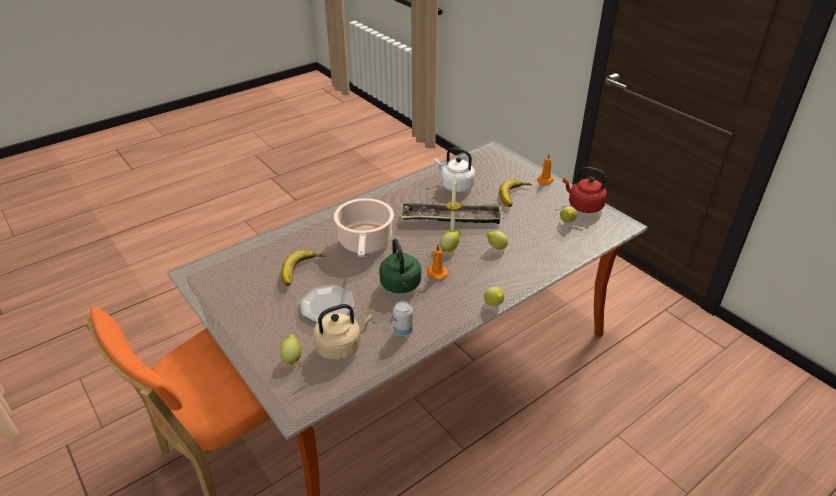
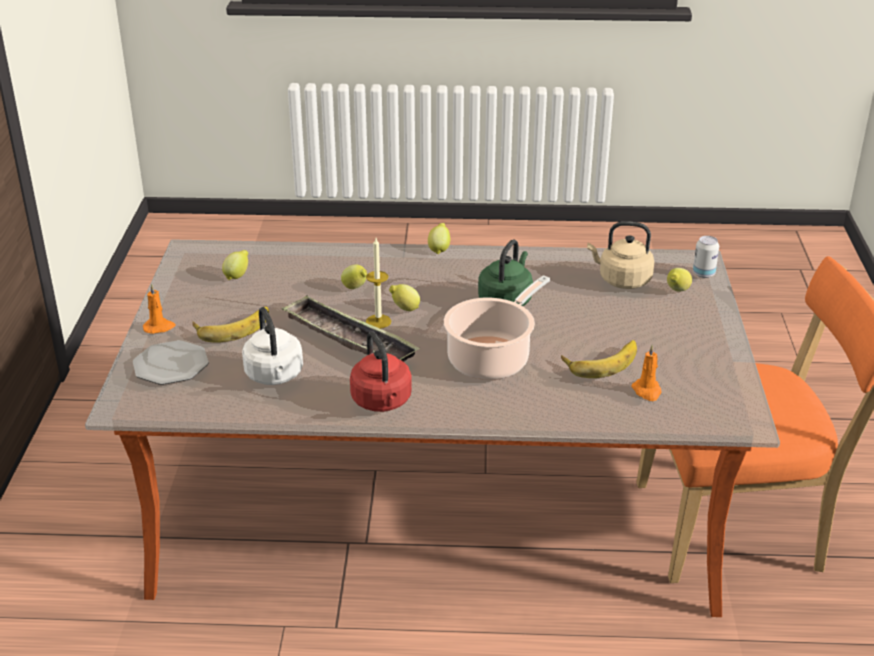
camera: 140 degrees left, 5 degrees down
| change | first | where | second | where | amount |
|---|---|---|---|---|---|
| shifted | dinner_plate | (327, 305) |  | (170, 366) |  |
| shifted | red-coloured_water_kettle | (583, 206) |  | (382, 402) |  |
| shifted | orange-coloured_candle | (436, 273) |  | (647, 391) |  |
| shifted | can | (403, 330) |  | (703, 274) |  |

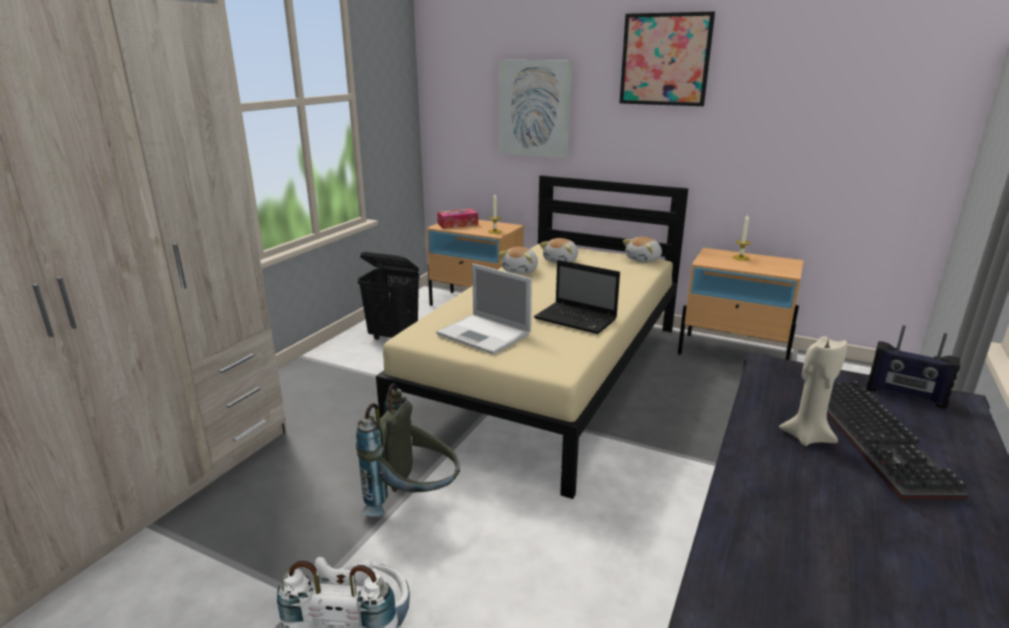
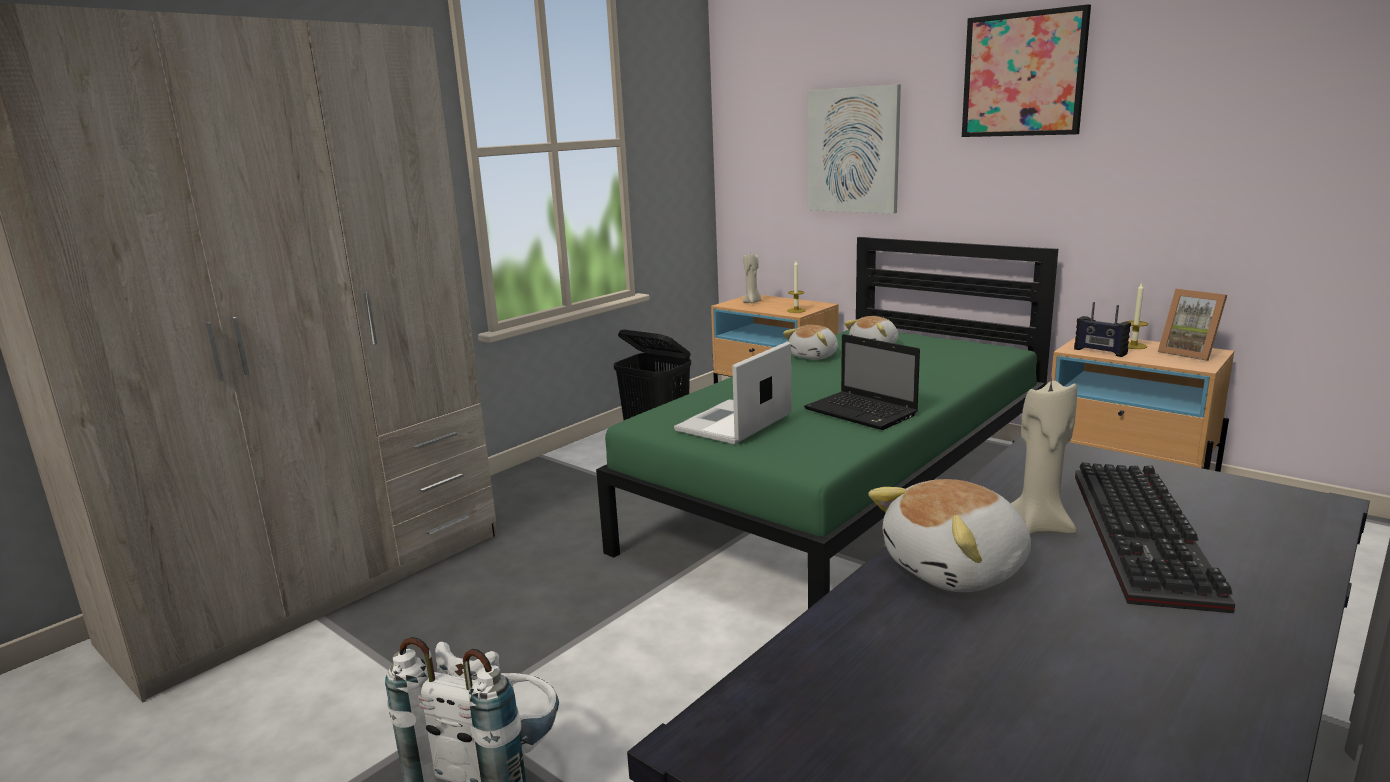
camera: 15 degrees right, 5 degrees down
| change | first | where | second | where | amount |
|---|---|---|---|---|---|
| repainted | beige_bedroom_bed | (551, 376) | green_bedroom_bed | (845, 497) |  |
| rotated | portable_computer | (485, 334) |  | (733, 424) | 75 degrees clockwise |
| swapped | tissue_holder | (457, 224) | beige_candle | (752, 302) |  |
| shifted | plush_toy | (644, 260) |  | (957, 570) |  |
| shifted | radio | (905, 395) |  | (1100, 351) |  |
| new |  |  | picture_frame | (1190, 353) |  |
| gone | greyish_knapsack | (414, 502) |  |  |  |

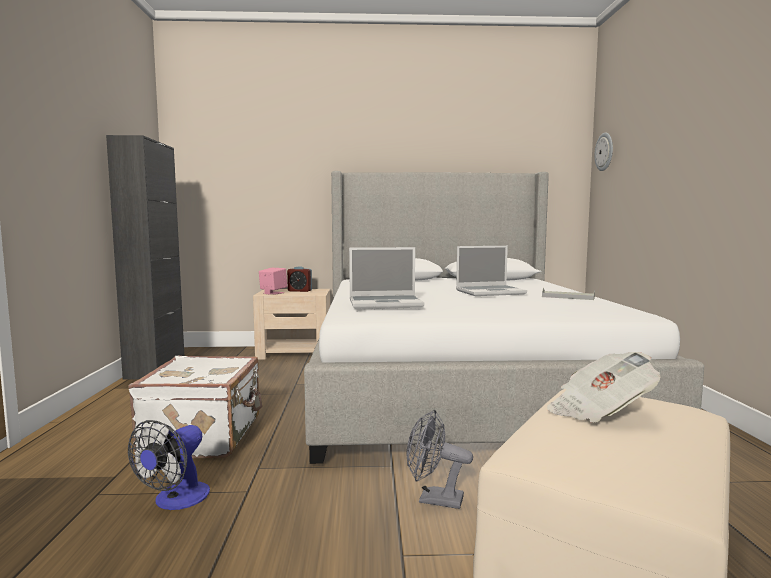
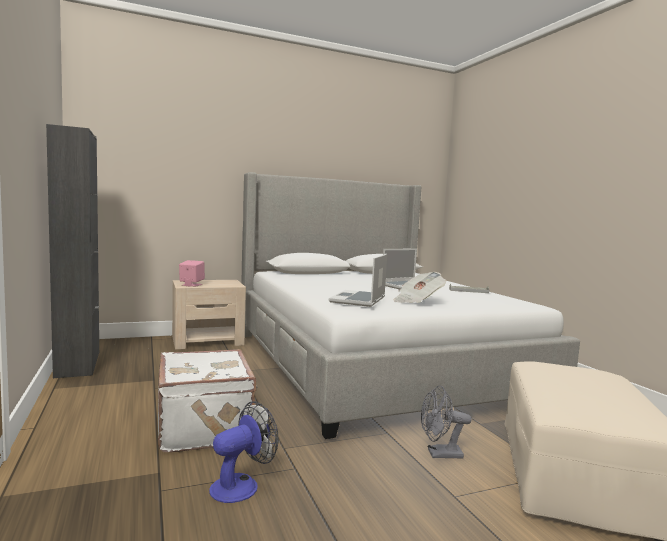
camera: 20 degrees left, 0 degrees up
| change | first | where | second | where | amount |
|---|---|---|---|---|---|
| rotated | electric_fan | (175, 501) |  | (241, 485) | 135 degrees counterclockwise |
| rotated | portable_computer | (386, 304) |  | (358, 300) | 135 degrees clockwise |
| shifted | daily_paper | (598, 411) |  | (417, 301) |  |
| gone | alarm_clock | (299, 291) |  |  |  |
| gone | hanging_clock | (604, 152) |  |  |  |

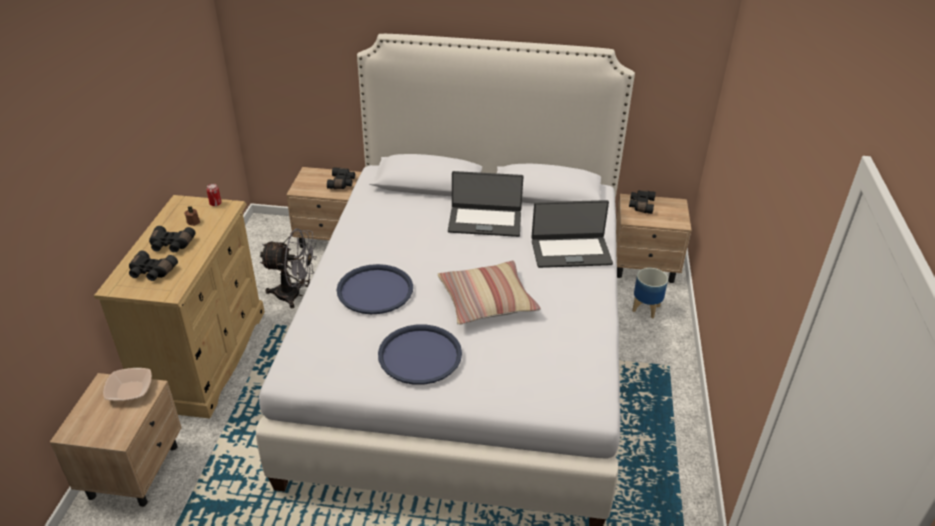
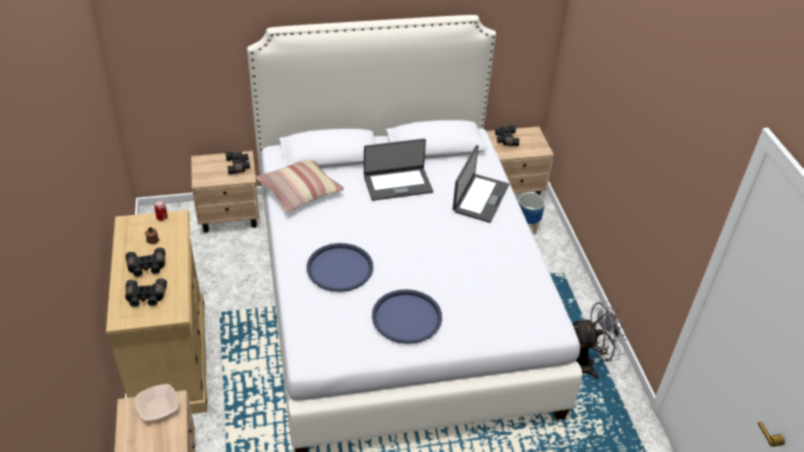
camera: 20 degrees left, 5 degrees up
| change | first | where | second | where | amount |
|---|---|---|---|---|---|
| shifted | throw_pillow | (487, 301) |  | (300, 190) |  |
| rotated | portable_computer | (570, 252) |  | (480, 198) | 45 degrees counterclockwise |
| shifted | greyish_electric_fan | (295, 295) |  | (587, 364) |  |

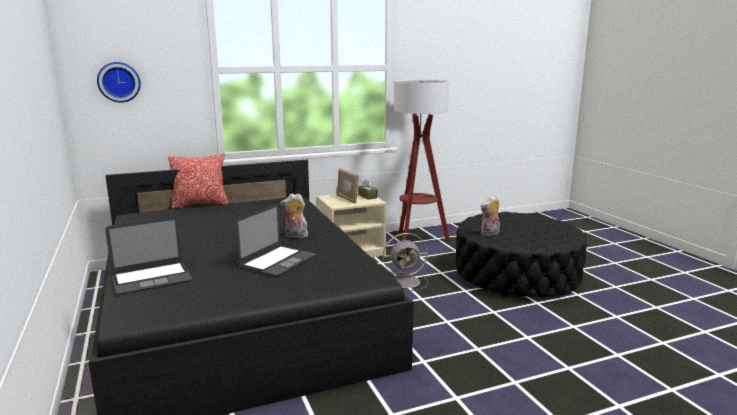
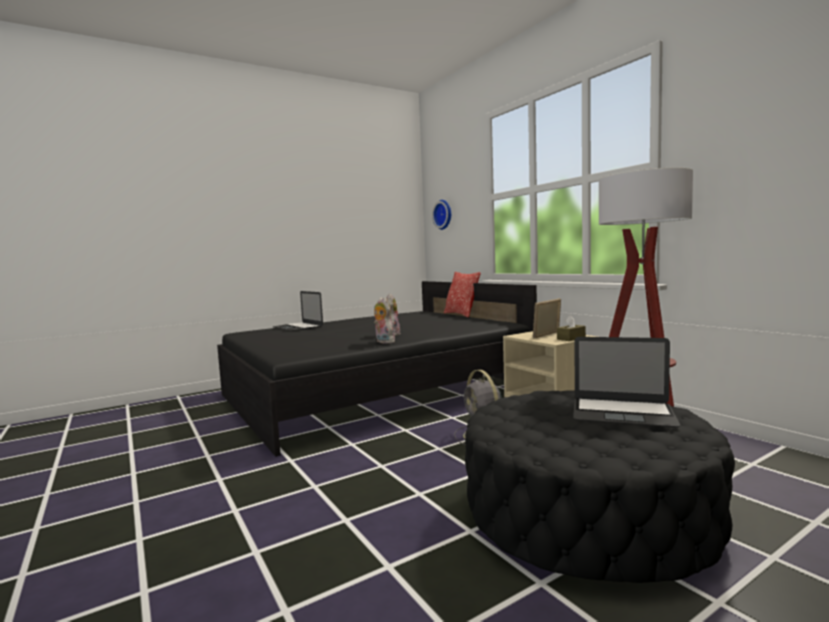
camera: 80 degrees right, 10 degrees down
| change | first | where | second | where | amount |
|---|---|---|---|---|---|
| shifted | plush_toy | (489, 234) |  | (383, 342) |  |
| shifted | portable_computer | (278, 261) |  | (622, 412) |  |

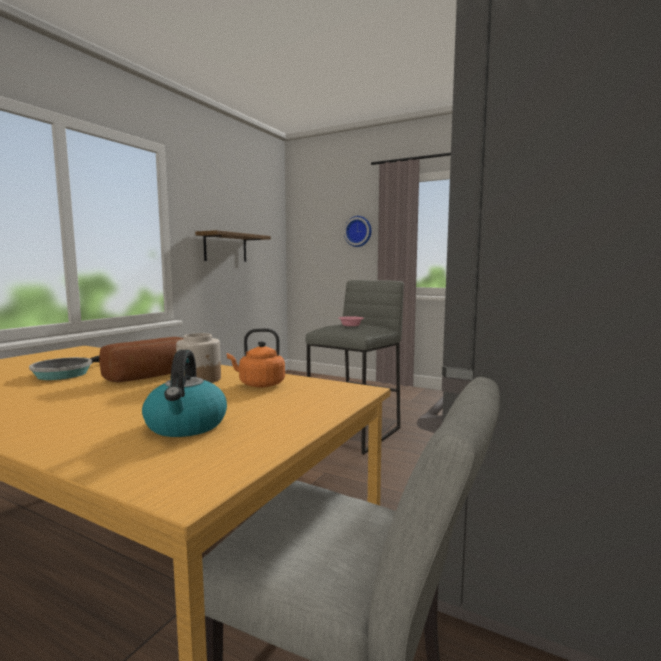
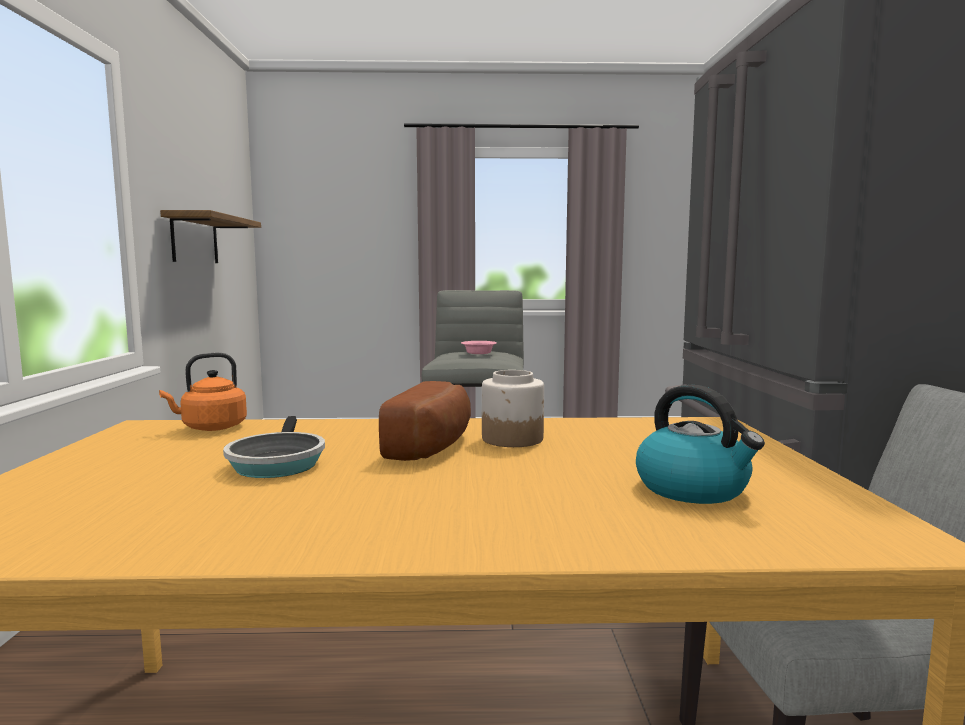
camera: 30 degrees left, 0 degrees up
| change | first | where | second | where | amount |
|---|---|---|---|---|---|
| shifted | orange-coloured_water_kettle | (259, 384) |  | (211, 427) |  |
| gone | hanging_clock | (358, 231) |  |  |  |

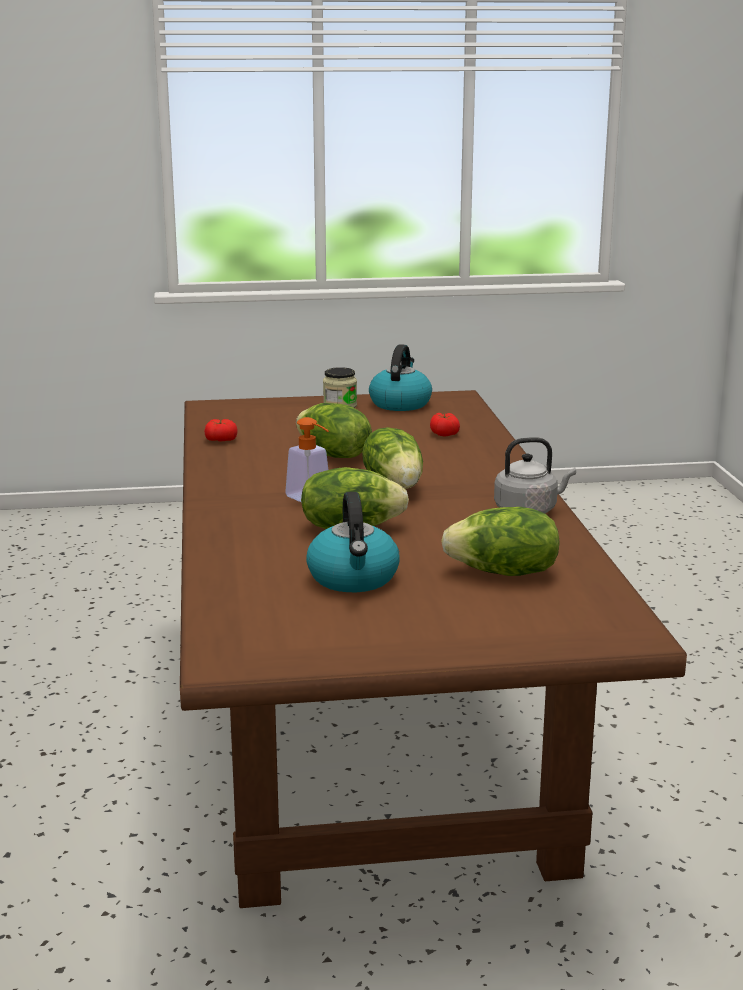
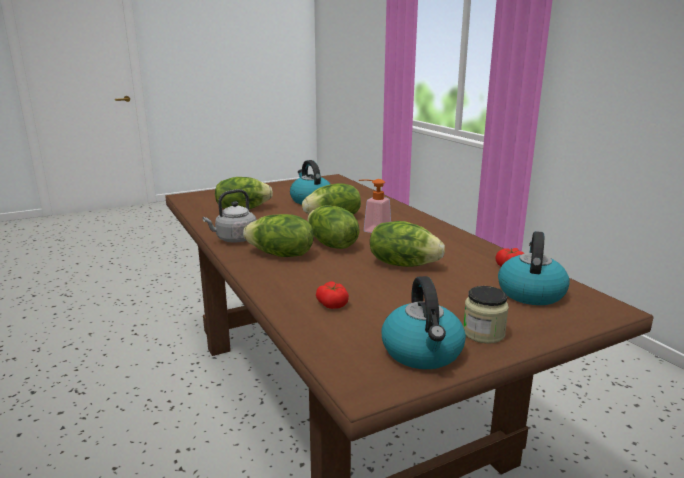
camera: 160 degrees right, 0 degrees up
| change | first | where | second | where | amount |
|---|---|---|---|---|---|
| new |  |  | head_of_lettuce | (281, 255) |  |
| new |  |  | water_kettle | (530, 292) |  |

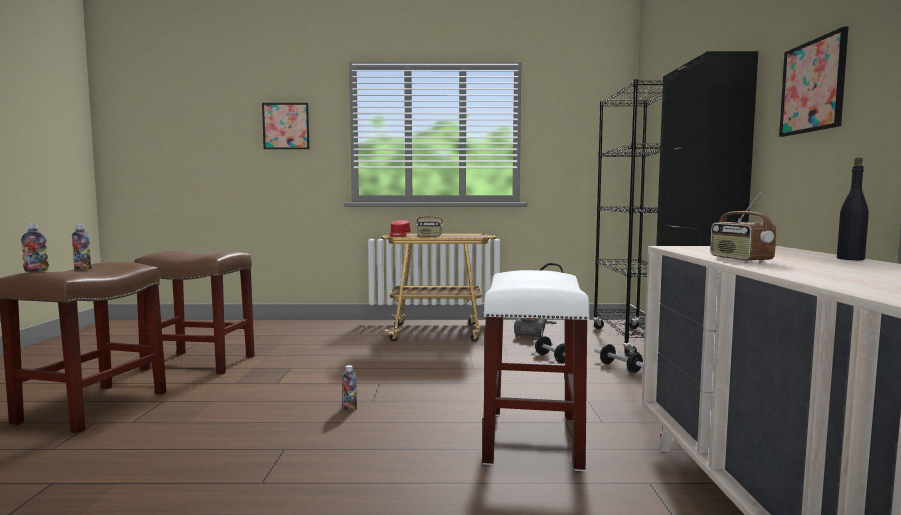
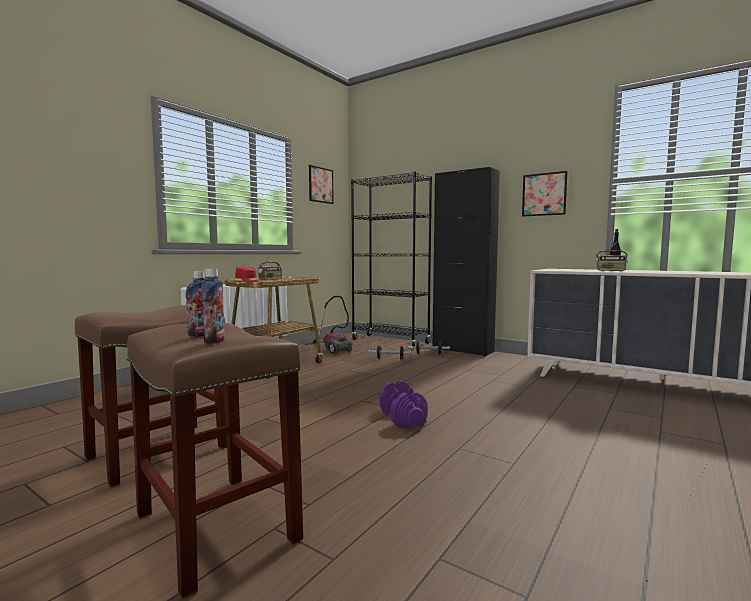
camera: 55 degrees left, 0 degrees up
| change | first | where | second | where | amount |
|---|---|---|---|---|---|
| shifted | wall_picture | (286, 126) |  | (320, 185) |  |
| swapped | beverage_bottle | (350, 408) | purplish_hand_weight | (403, 417) |  |
| gone | white_stool | (533, 439) |  |  |  |

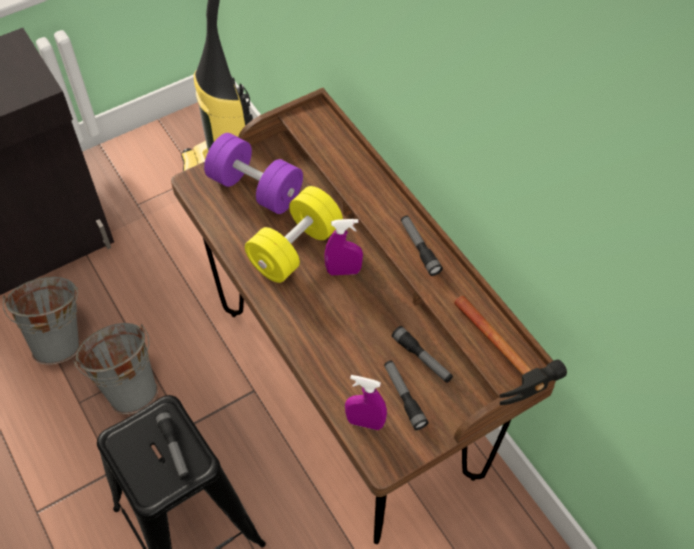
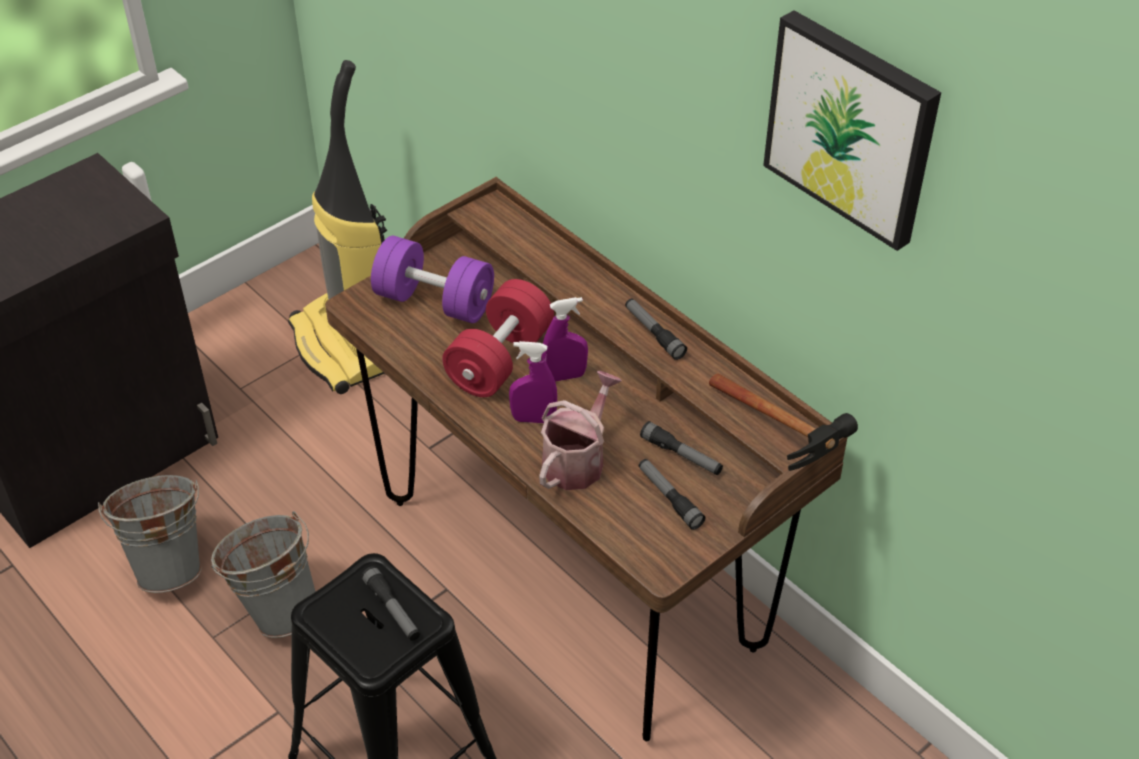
camera: 10 degrees left, 10 degrees down
| change | first | where | second | where | amount |
|---|---|---|---|---|---|
| repainted | yellow_hand_weight | (295, 249) | red-coloured_hand_weight | (500, 360) |  |
| shifted | purplish_hand_sprayer | (365, 422) |  | (533, 419) |  |
| new |  |  | watering_can | (577, 459) |  |
| new |  |  | wall_picture | (852, 127) |  |

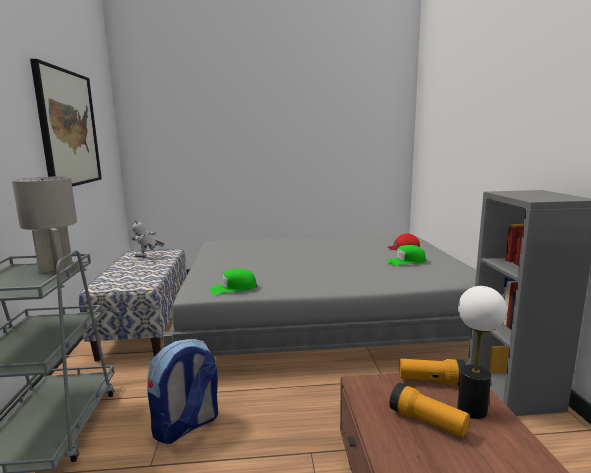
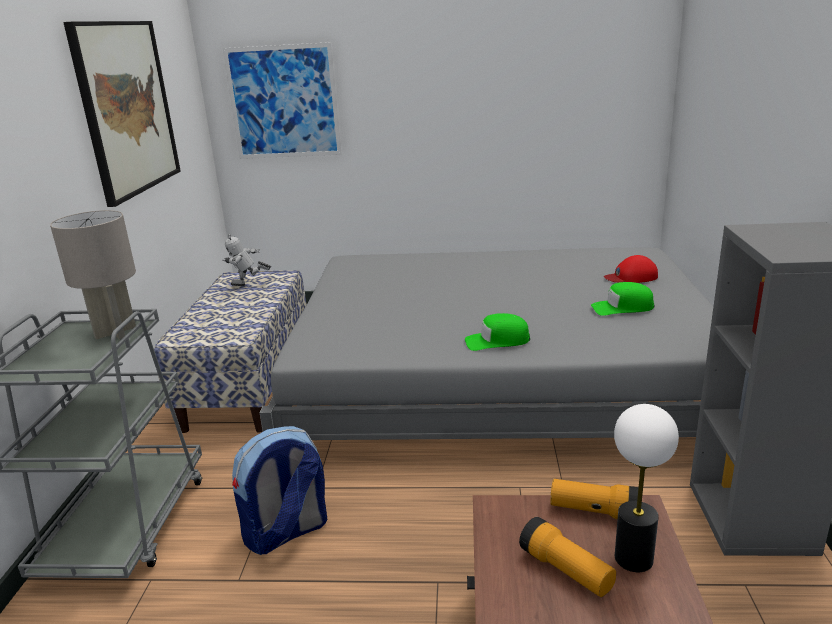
camera: 10 degrees right, 10 degrees up
| change | first | where | second | where | amount |
|---|---|---|---|---|---|
| new |  |  | wall_picture | (284, 102) |  |
| shifted | green_cap | (233, 288) |  | (497, 341) |  |

